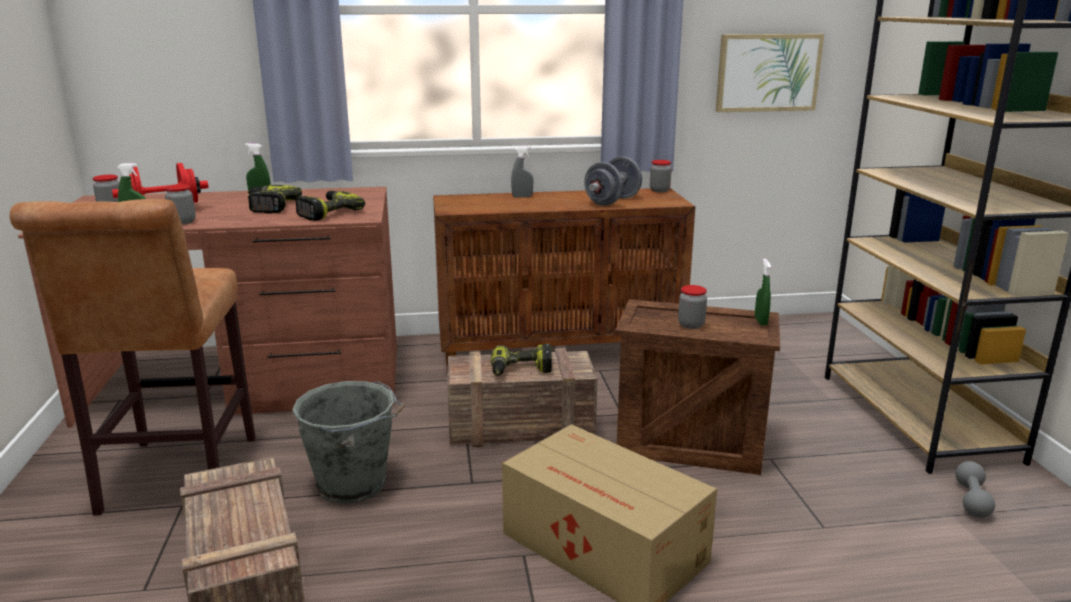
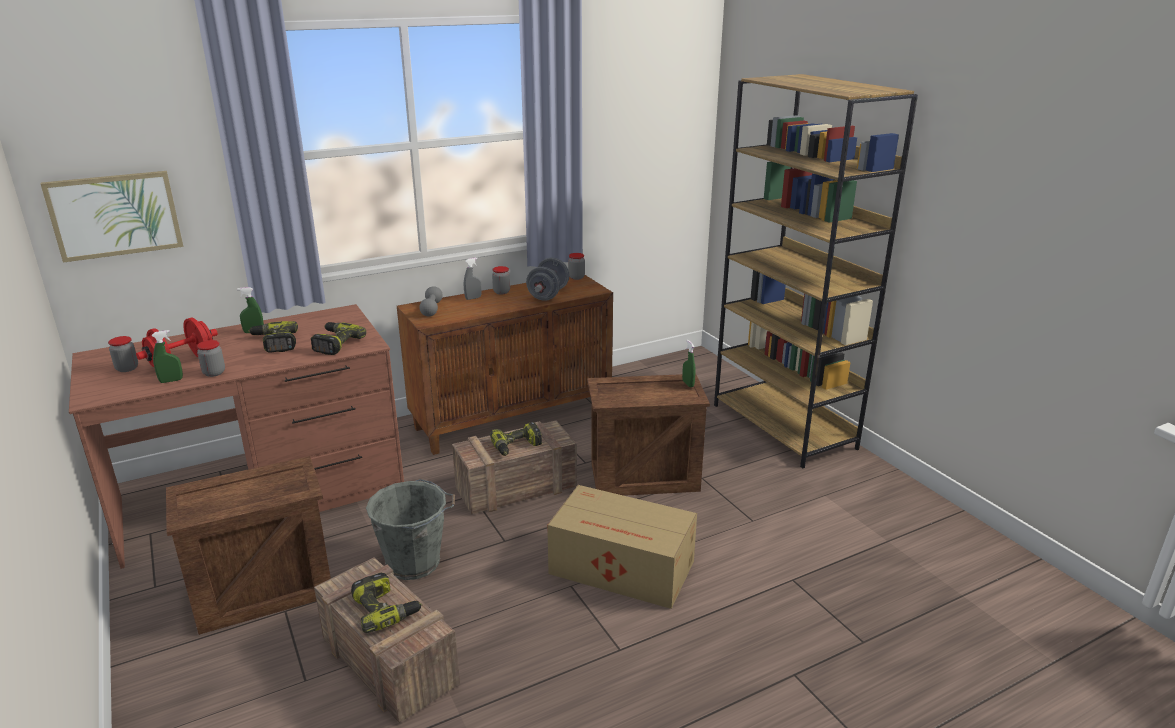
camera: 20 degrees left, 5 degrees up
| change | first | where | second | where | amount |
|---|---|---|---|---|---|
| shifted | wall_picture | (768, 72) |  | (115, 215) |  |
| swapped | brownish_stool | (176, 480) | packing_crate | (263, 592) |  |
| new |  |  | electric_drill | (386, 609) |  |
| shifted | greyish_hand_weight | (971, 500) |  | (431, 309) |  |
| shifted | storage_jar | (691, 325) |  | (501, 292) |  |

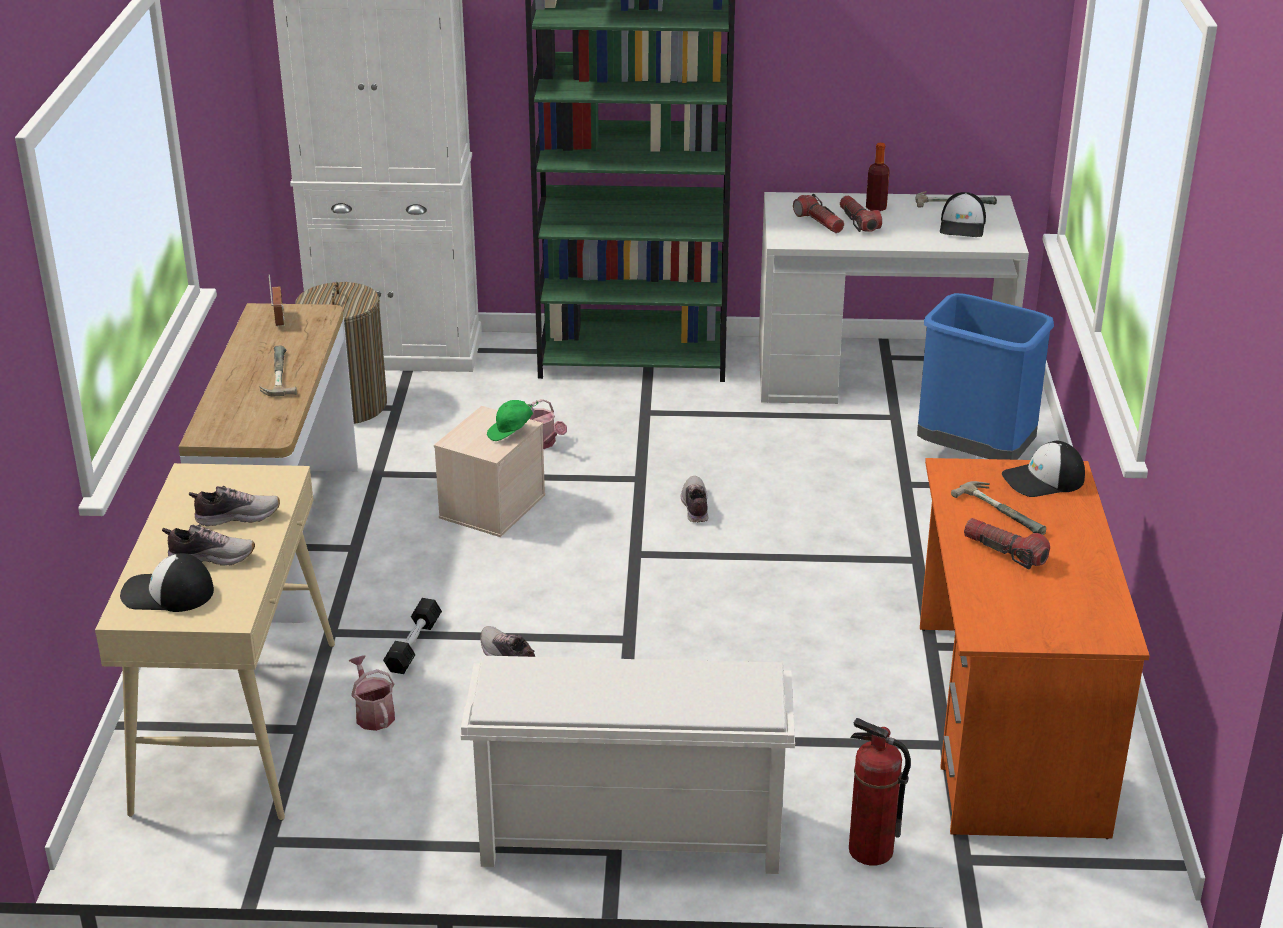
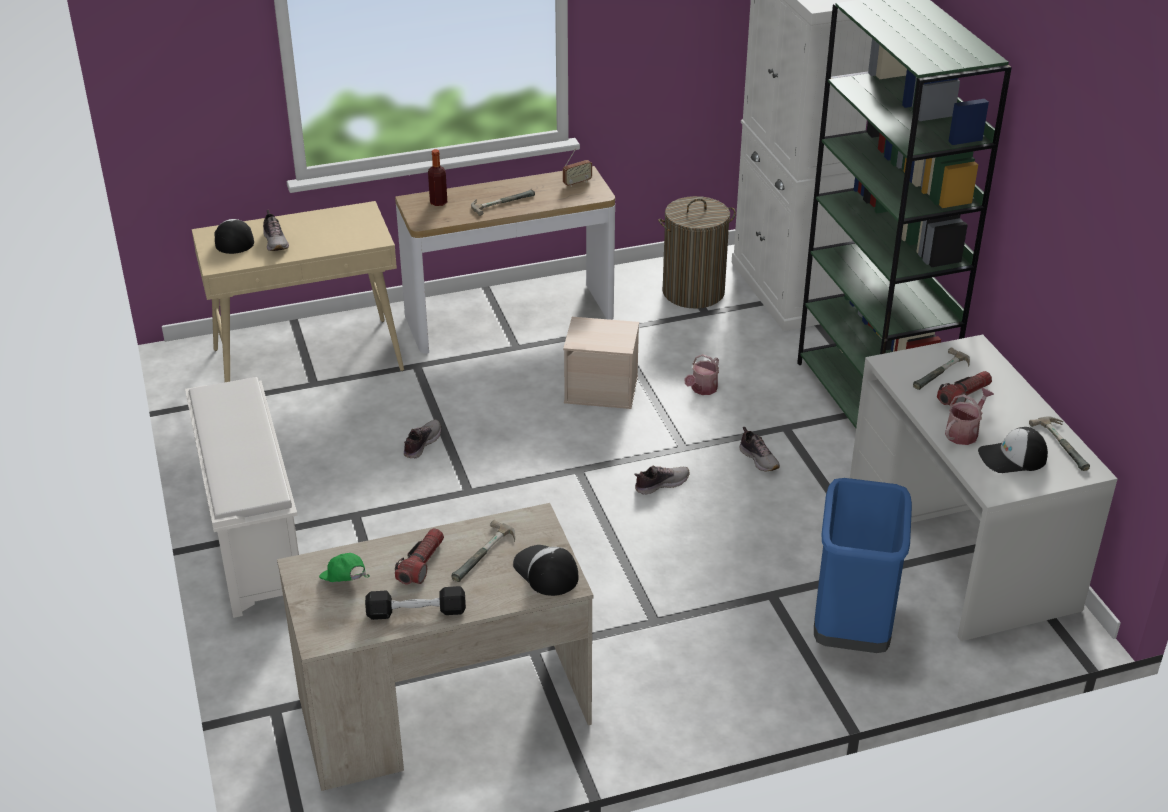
camera: 70 degrees right, 5 degrees up
| change | first | where | second | where | amount |
|---|---|---|---|---|---|
| repainted | orange-coloured_desk_table | (1007, 726) | beige_desk_table | (443, 711) |  |
| shifted | green_cap | (511, 433) |  | (345, 582) |  |
| shifted | black_hand_weight | (413, 646) |  | (416, 612) |  |
| shifted | beverage_bottle | (876, 208) |  | (438, 202) |  |
| shifted | low_shoe | (237, 516) |  | (759, 459) |  |
| swapped | flashlight | (818, 222) | tool_hammer | (943, 374) |  |
| shifted | watering_can | (373, 713) |  | (964, 432) |  |
| gone | fire-fighting_cylinder | (870, 851) |  |  |  |

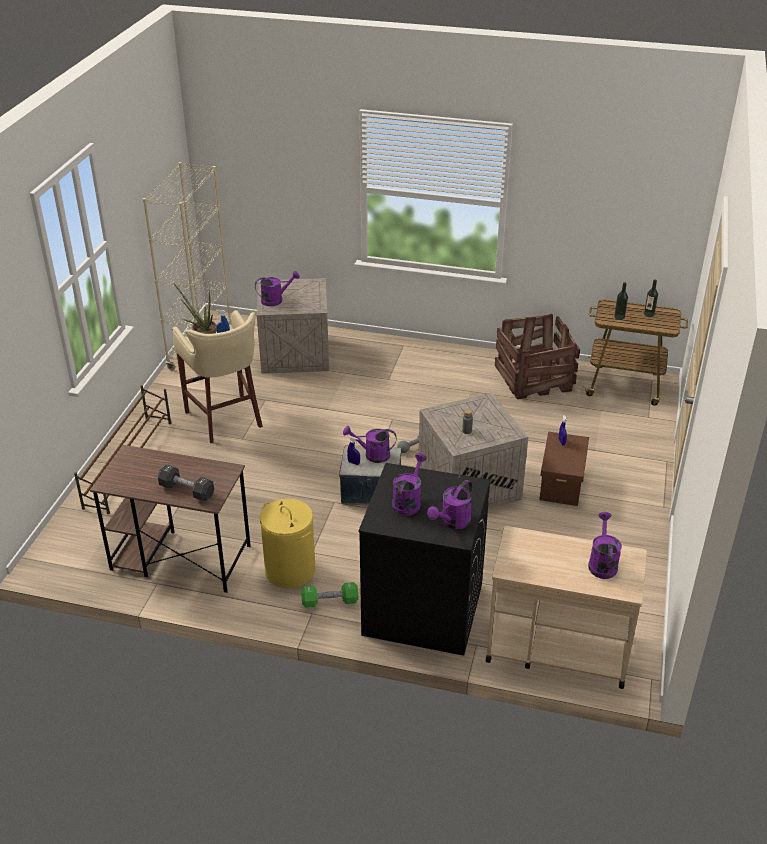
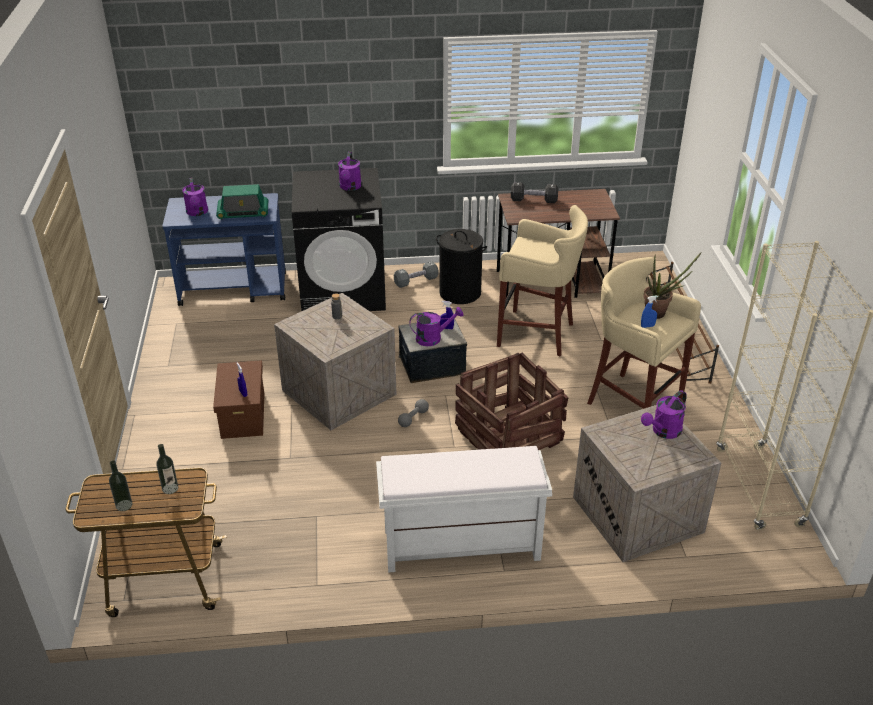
camera: 160 degrees right, 0 degrees up
| change | first | where | second | where | amount |
|---|---|---|---|---|---|
| repainted | beige_wheeled_cart | (556, 648) | blue_wheeled_cart | (234, 289) |  |
| new |  |  | radio | (243, 213) |  |
| new |  |  | white_long_seat | (460, 546) |  |
| repainted | green_hand_weight | (330, 602) | greyish_hand_weight | (416, 281) |  |
| repainted | yellow_laundry_basket | (290, 570) | black_laundry_basket | (460, 293) |  |
| shifted | packing_crate | (535, 378) |  | (507, 437) |  |
| new |  |  | beige_stool | (538, 334) |  |
| gone | purplish_watering_can | (452, 523) |  |  |  |

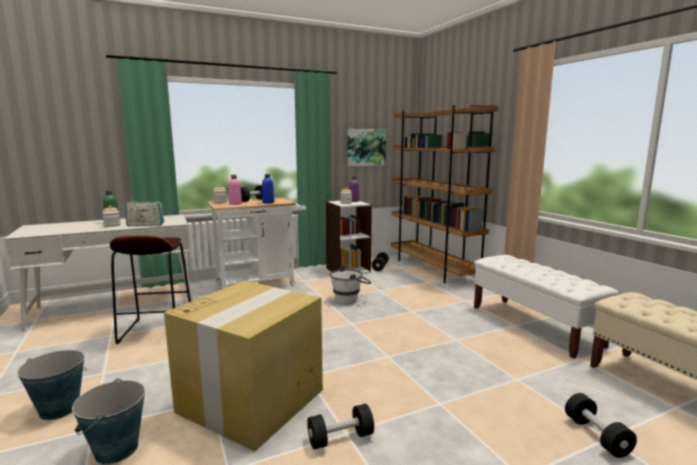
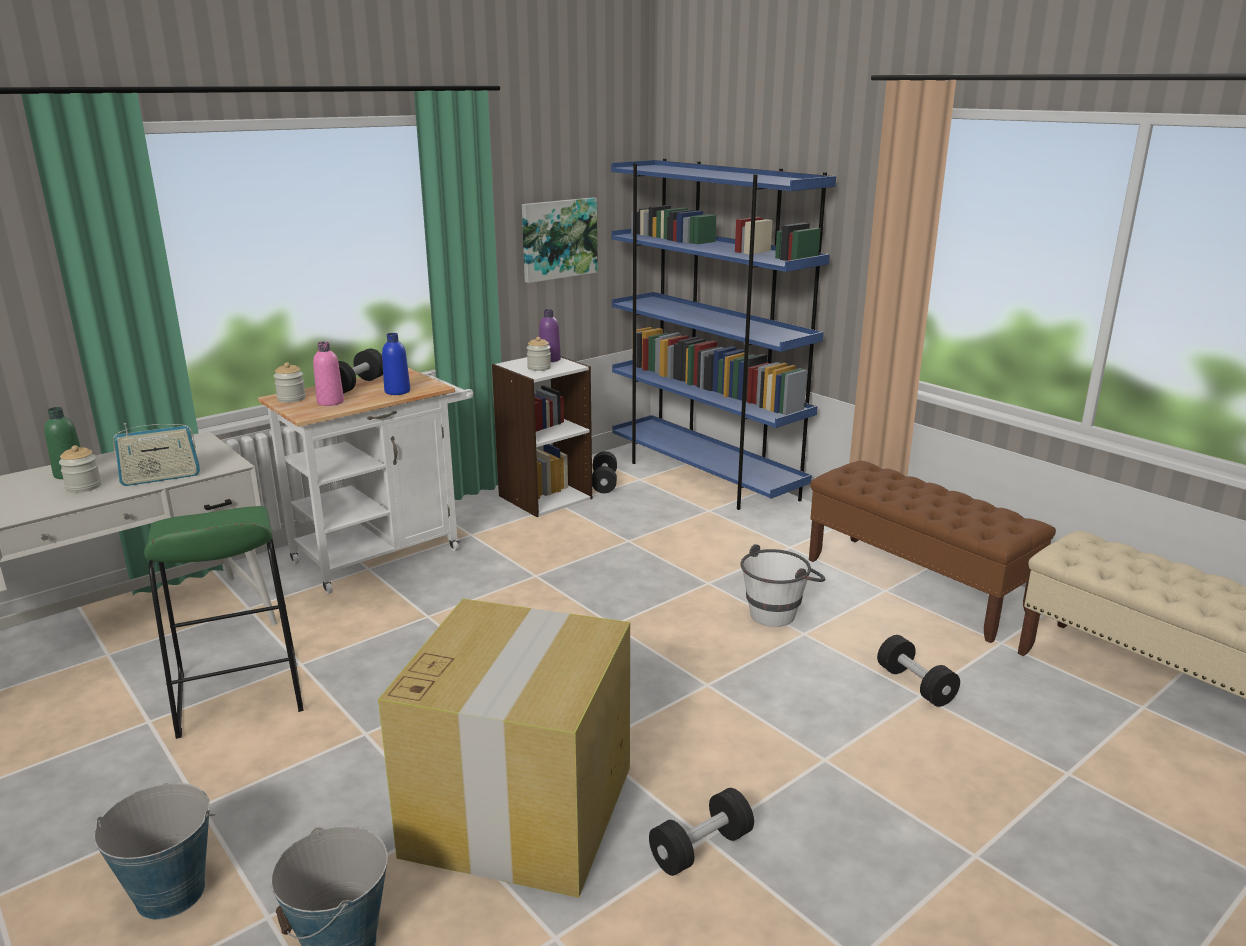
camera: 15 degrees left, 10 degrees up
| change | first | where | second | where | amount |
|---|---|---|---|---|---|
| repainted | brownish_stool | (156, 329) | green_stool | (238, 693) |  |
| repainted | brownish_bookcase | (433, 269) | blue_bookcase | (705, 477) |  |
| shifted | white_bucket | (350, 299) |  | (779, 611) |  |
| repainted | white_long_seat | (534, 325) | brownish_long_seat | (916, 586) |  |
| shifted | black_hand_weight | (596, 436) |  | (915, 685) |  |

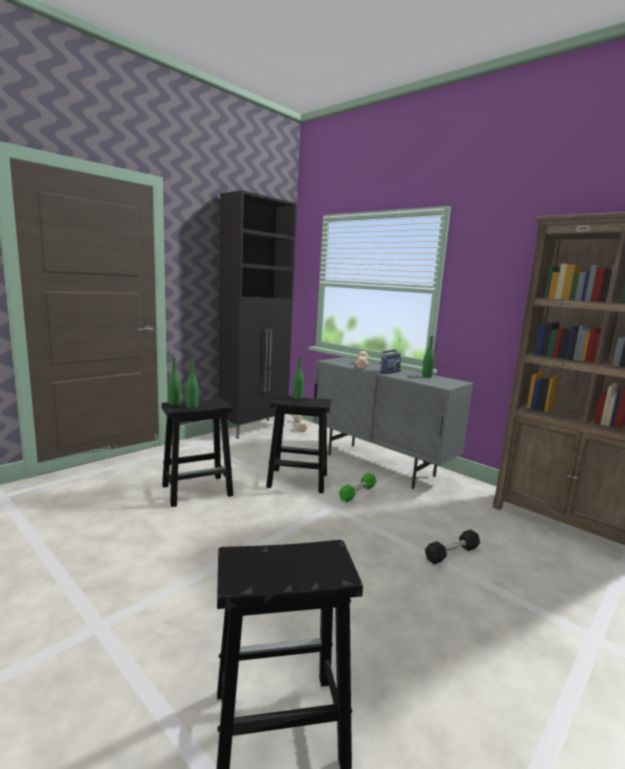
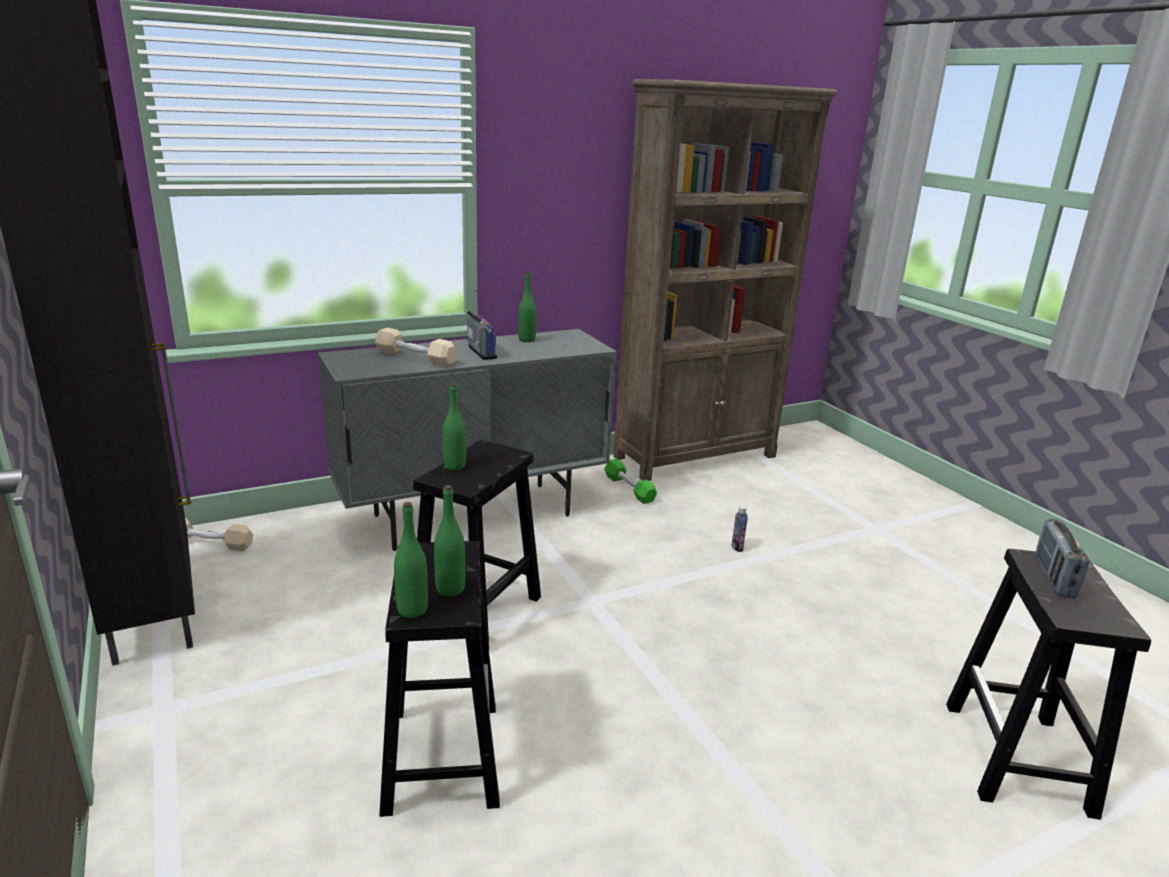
camera: 70 degrees left, 10 degrees up
| change | first | where | second | where | amount |
|---|---|---|---|---|---|
| shifted | green_hand_weight | (357, 493) |  | (629, 489) |  |
| swapped | black_hand_weight | (452, 553) | beverage_bottle | (737, 547) |  |
| new |  |  | radio | (1053, 577) |  |

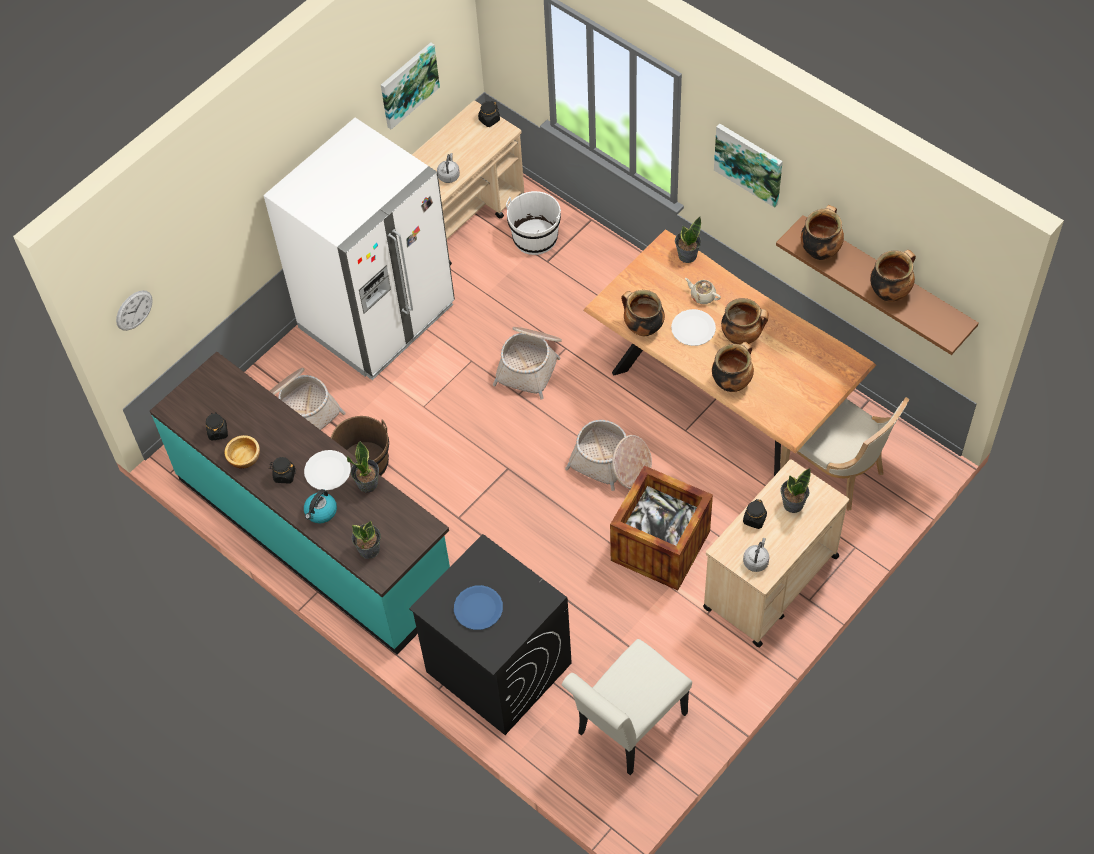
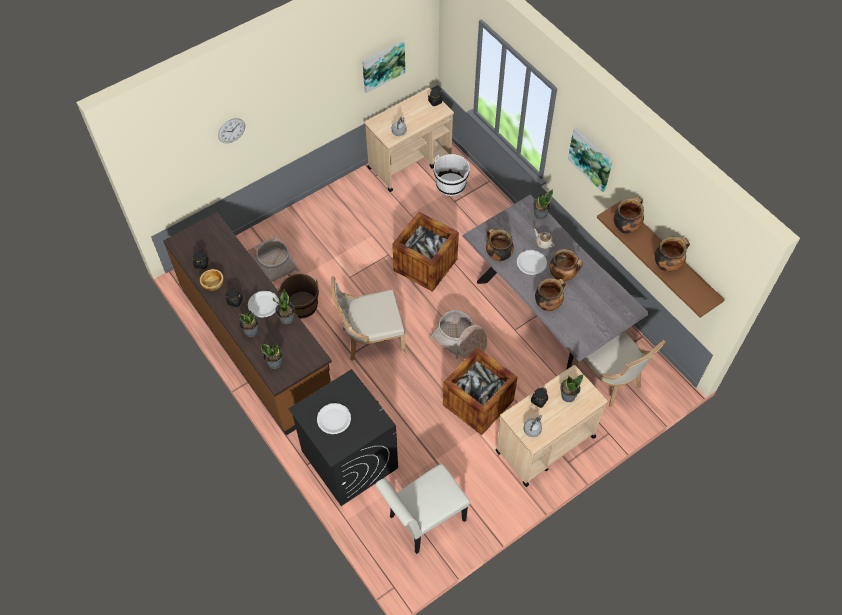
camera: 10 degrees right, 0 degrees up
| change | first | where | second | where | amount |
|---|---|---|---|---|---|
| repainted | turquoise_kitchen_counter | (315, 534) | brownish_kitchen_counter | (257, 344) |  |
| shifted | hanging_clock | (134, 310) |  | (231, 130) |  |
| swapped | water_kettle | (321, 512) | houseplant | (251, 330) |  |
| repainted | blue_dinner_plate | (478, 608) | white_dinner_plate | (334, 419) |  |
| new |  |  | beige_upright_chair | (370, 339) |  |
| swapped | basket | (530, 364) | packing_crate | (425, 265) |  |
| repainted | brownish_dining_table | (723, 396) | greyish_dining_table | (545, 313) |  |
| gone | white_refrigerator | (377, 317) |  |  |  |

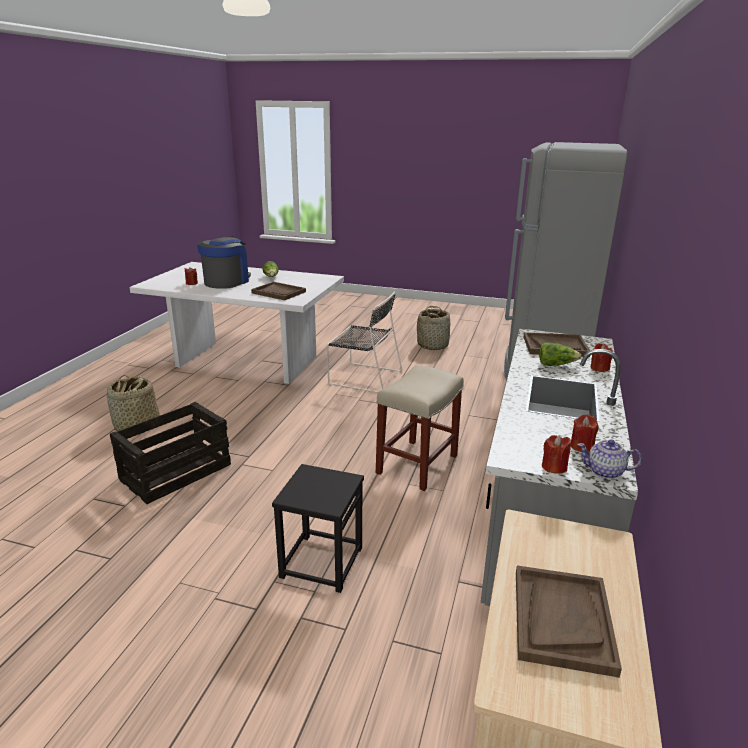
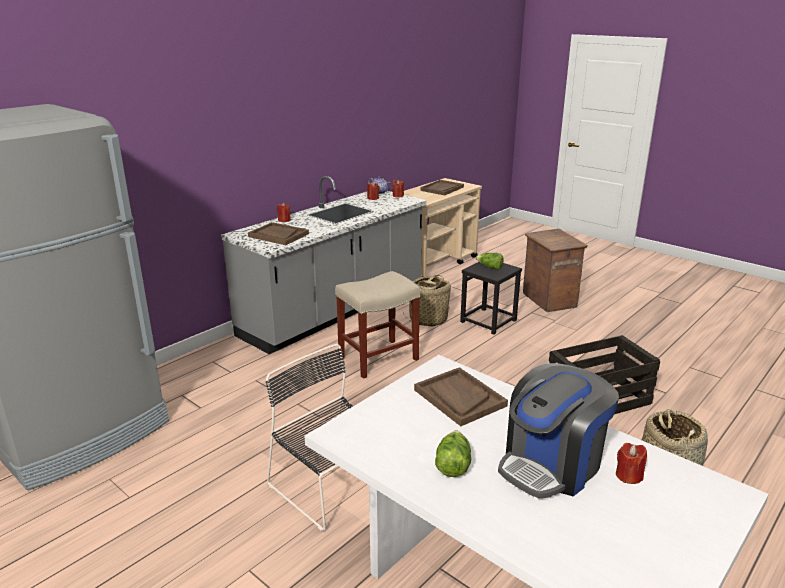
camera: 155 degrees left, 0 degrees up
| change | first | where | second | where | amount |
|---|---|---|---|---|---|
| shifted | basket | (433, 345) |  | (428, 320) |  |
| shifted | head_of_lettuce | (556, 365) |  | (490, 267) |  |
| new |  |  | packing_crate | (549, 300) |  |

